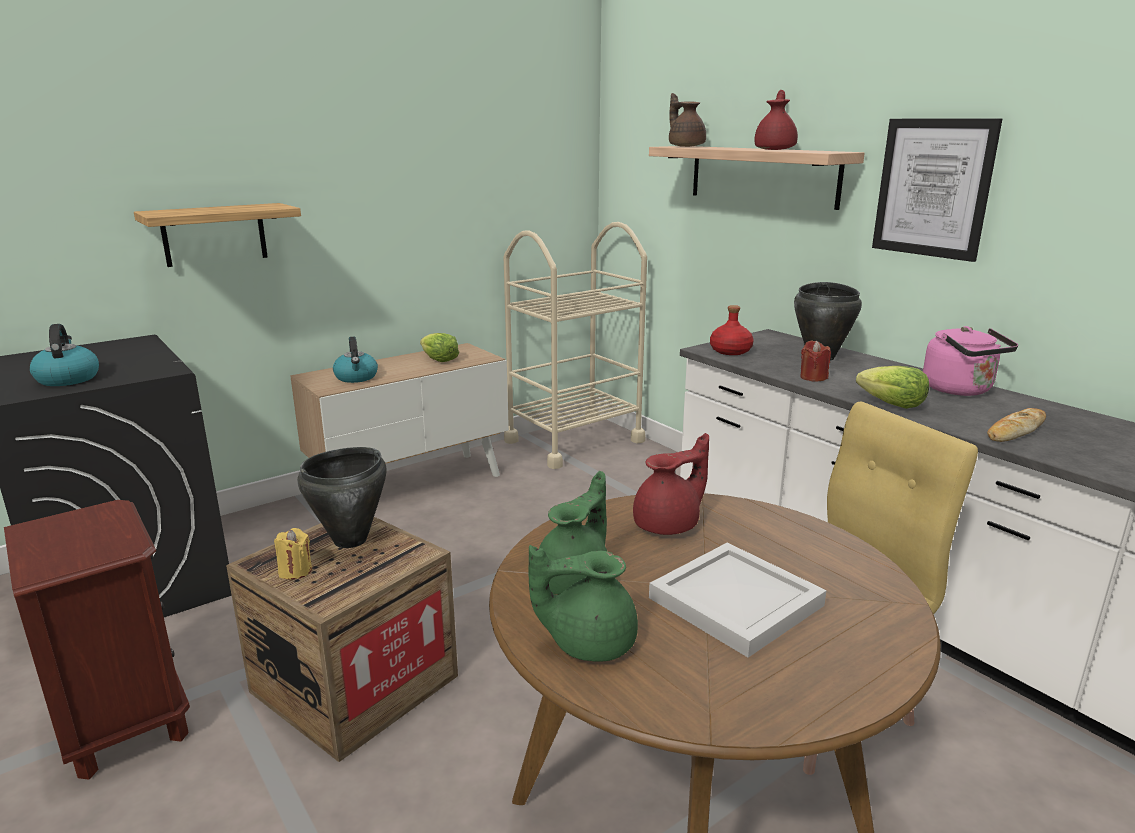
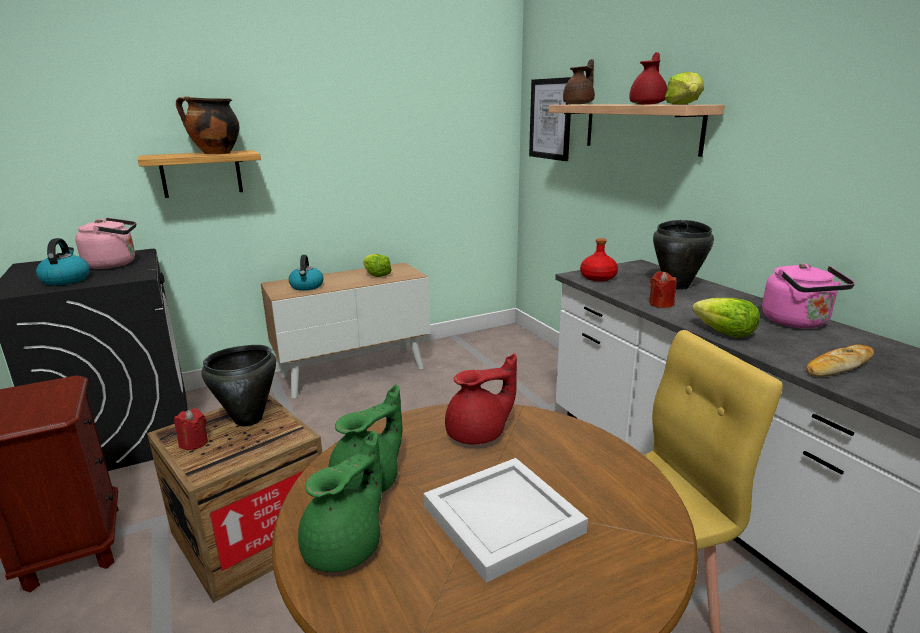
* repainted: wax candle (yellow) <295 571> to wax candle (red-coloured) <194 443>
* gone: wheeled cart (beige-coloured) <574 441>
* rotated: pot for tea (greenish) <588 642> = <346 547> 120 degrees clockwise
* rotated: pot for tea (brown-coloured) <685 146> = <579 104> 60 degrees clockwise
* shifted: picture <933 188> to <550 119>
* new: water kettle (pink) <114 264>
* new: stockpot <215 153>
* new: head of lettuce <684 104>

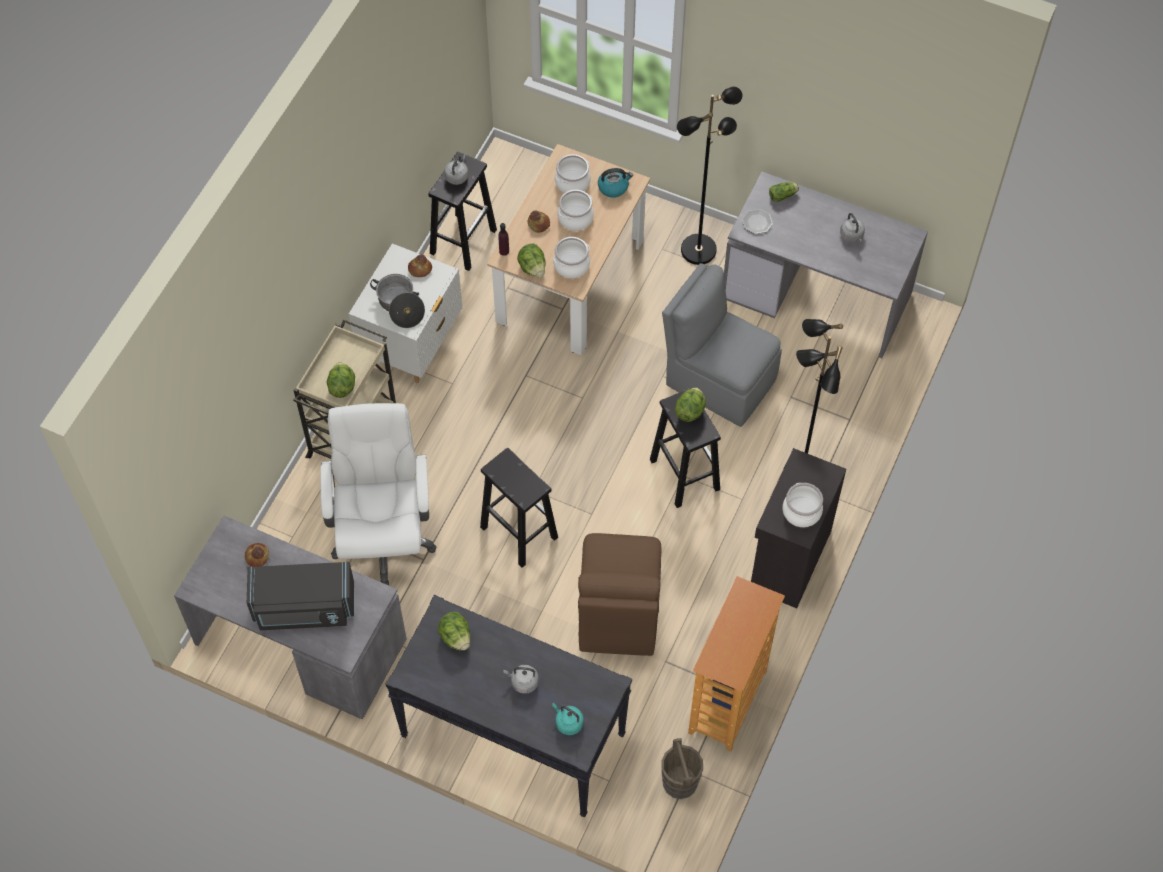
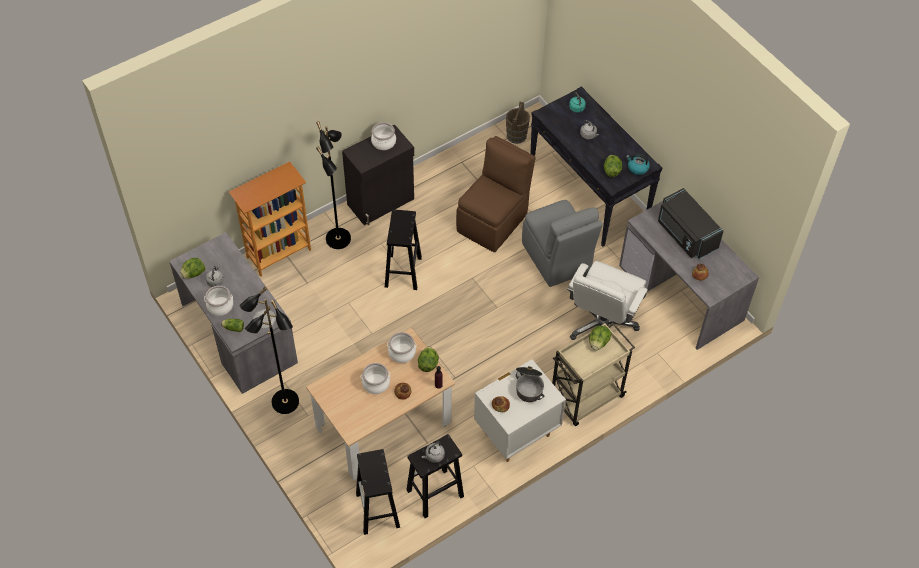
* rotated: microwave oven (black-coloured) <304 608> = <685 235> 150 degrees counterclockwise
* shifted: stool (black-coloured) <518 532> to <378 511>
* shifted: stockpot <572 182> to <220 306>
* shifted: water kettle <613 187> to <637 168>
* shifted: upright chair (greyish) <718 380> to <556 259>
* shifted: head of lettuce <690 410> to <193 274>
* shifted: shelving unit <728 703> to <278 253>

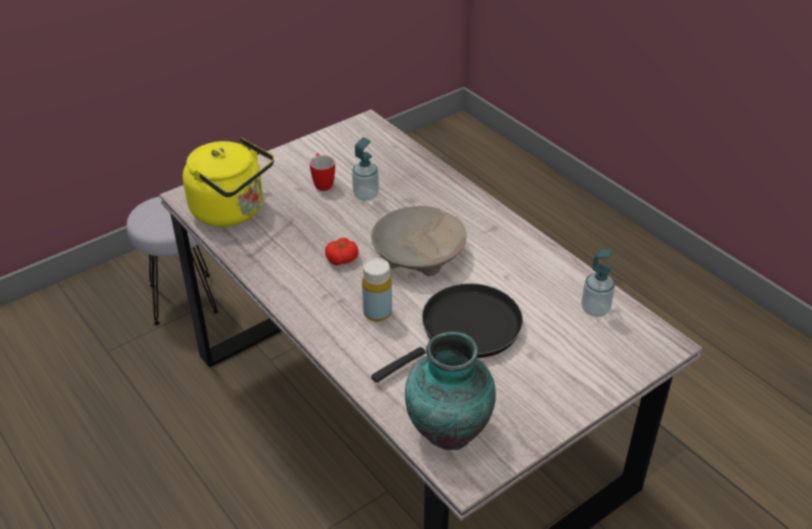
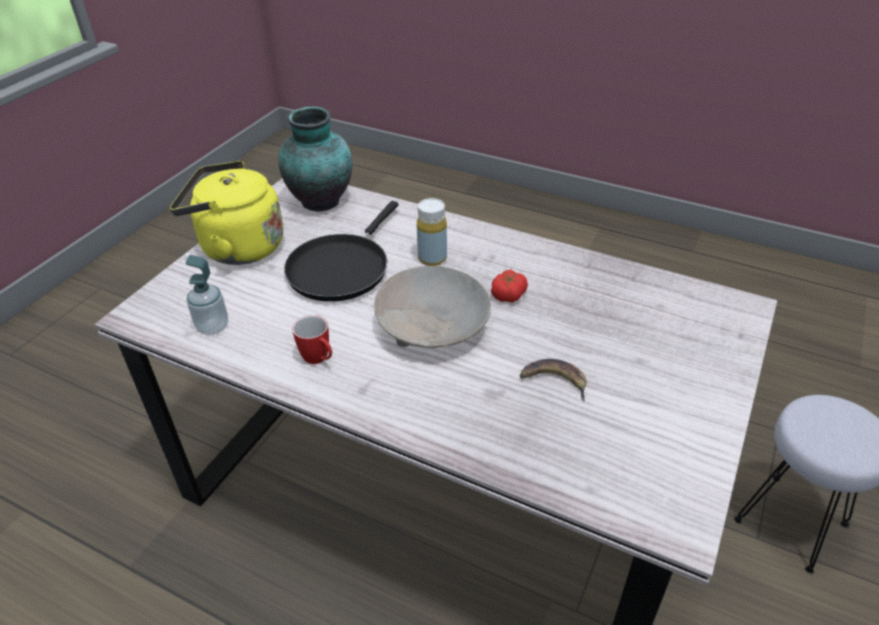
* shifted: water kettle (yellow) <232 211> to <237 247>
* shifted: mug <322 183> to <319 360>
* swapped: soap dispenser <366 195> to banana <553 381>

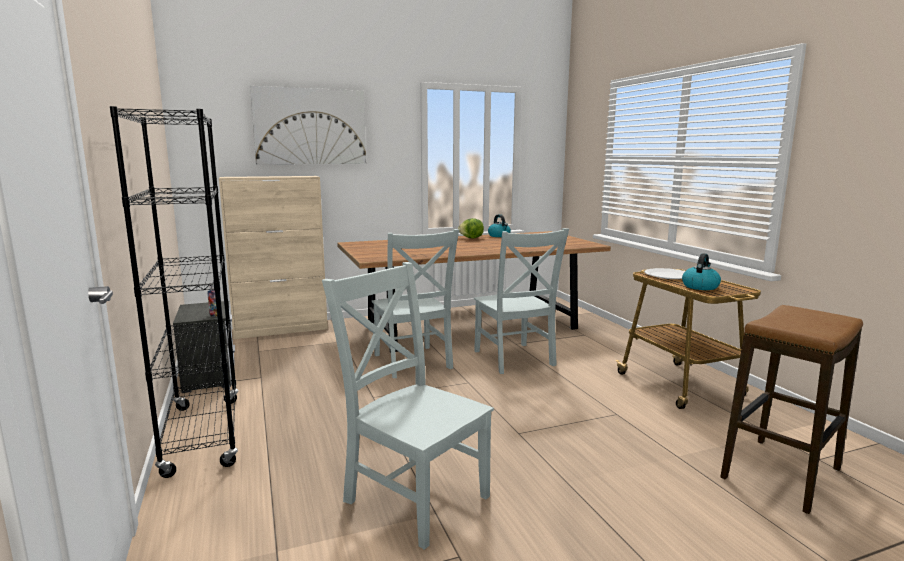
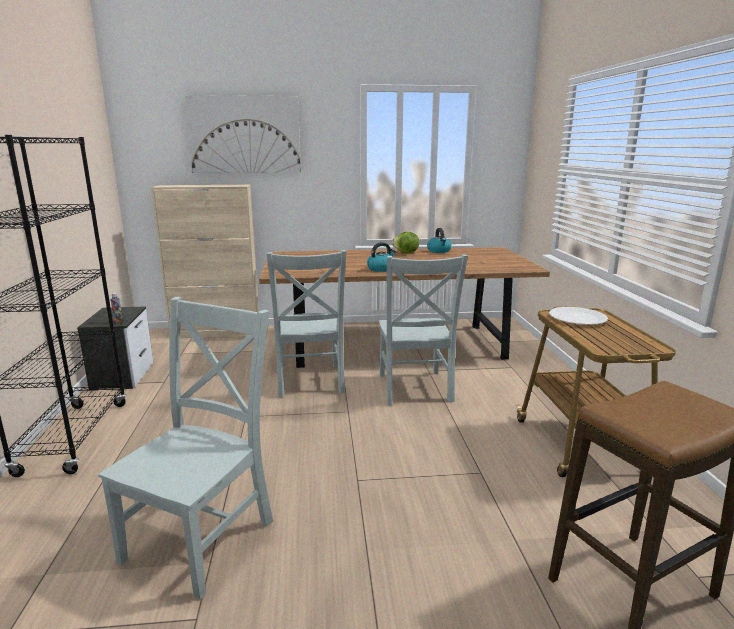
* rotated: upright chair (greyish) <413 495> = <204 536> 60 degrees clockwise
* shifted: water kettle <700 286> to <381 269>

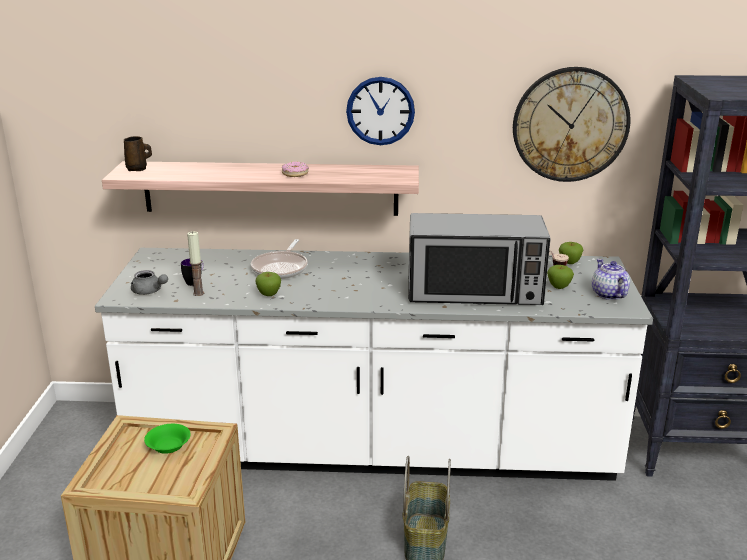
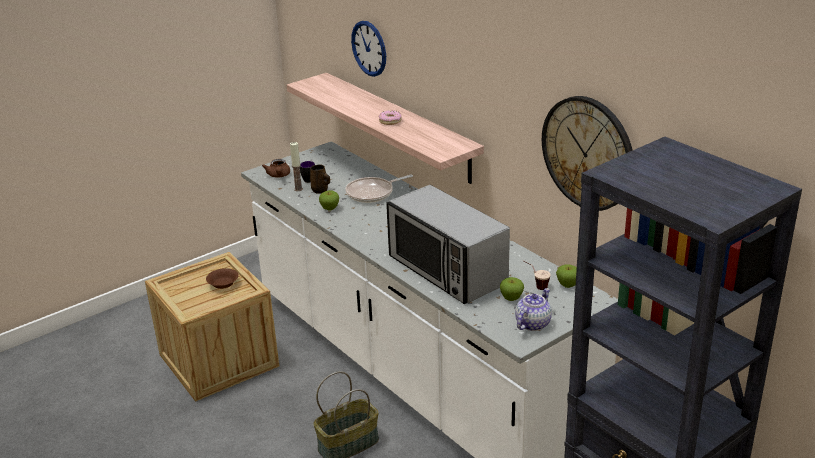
* shifted: mug (brown-coloured) <138 169> to <320 190>
* repainted: pot for tea (greyish) <149 292> to pot for tea (brown-coloured) <278 176>
* repainted: deep dish (greenish) <168 447> to deep dish (brown-coloured) <223 284>
* shifted: clock on the wall <380 111> to <369 48>

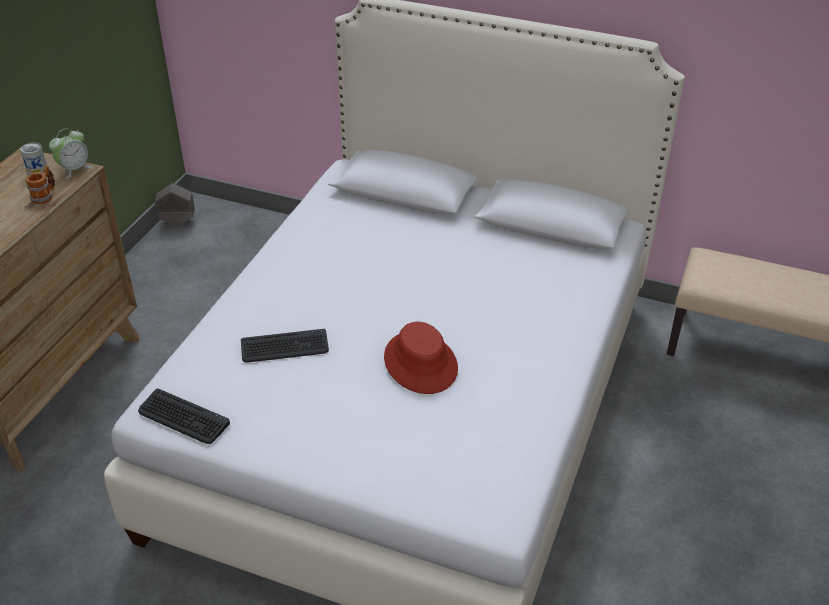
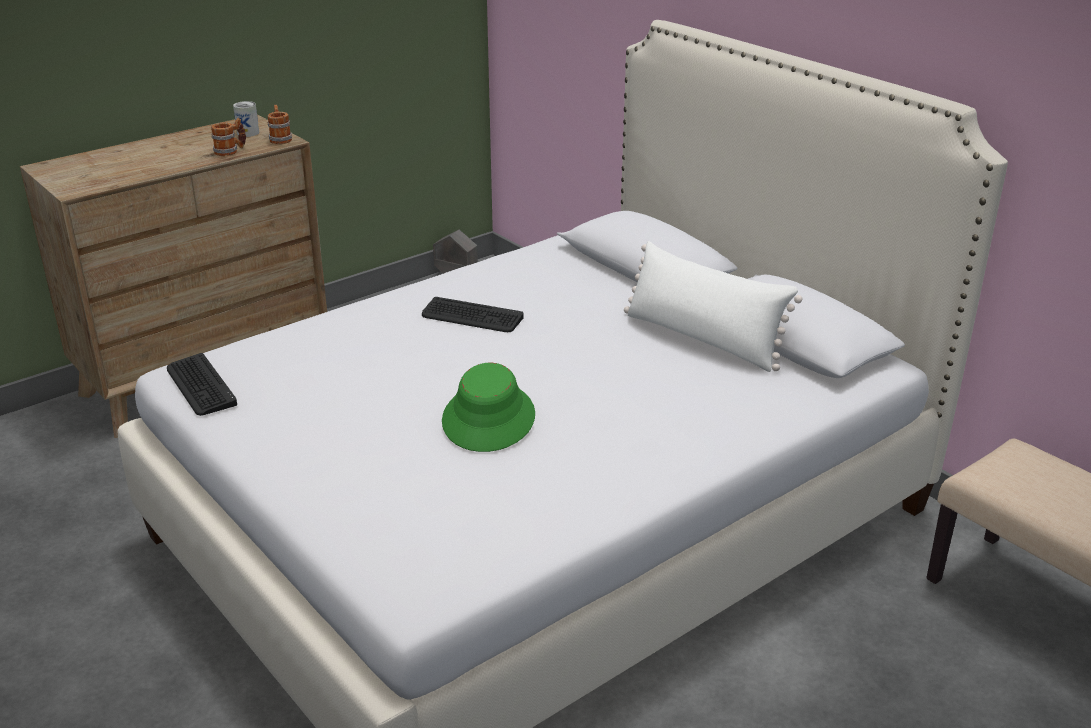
* swapped: bedside clock <74 169> to mug <280 139>
* shifted: PC keyboard <284 347> to <472 317>
* repainted: clothing hat (red-coloured) <421 363> to clothing hat (greenish) <489 419>
* new: cushion (white-coloured) <703 339>

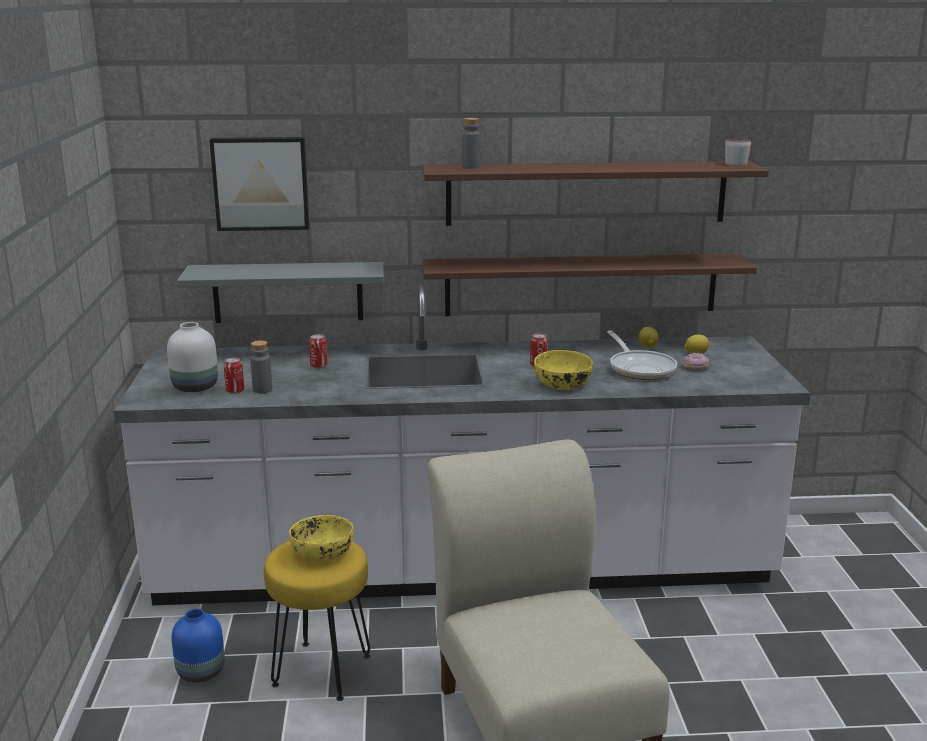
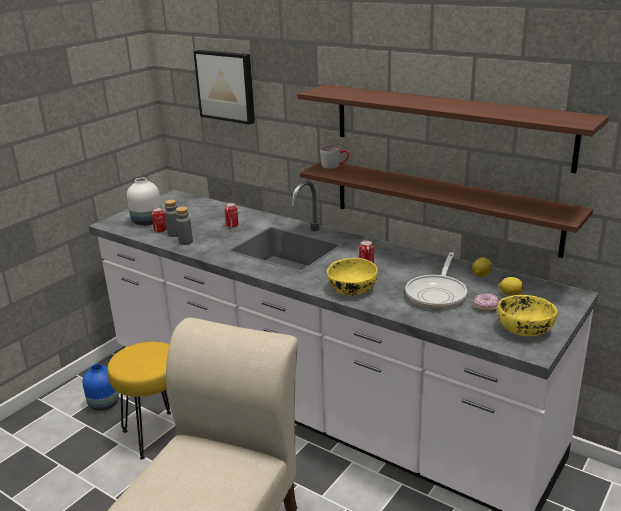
* gone: bracket shelf (greyish) <288 292>
* shifted: deep dish (yellow) <322 553> to <525 328>
* shifted: beverage bottle (greyish) <471 167> to <186 242>
* shifted: mug (greyish) <739 163> to <334 165>

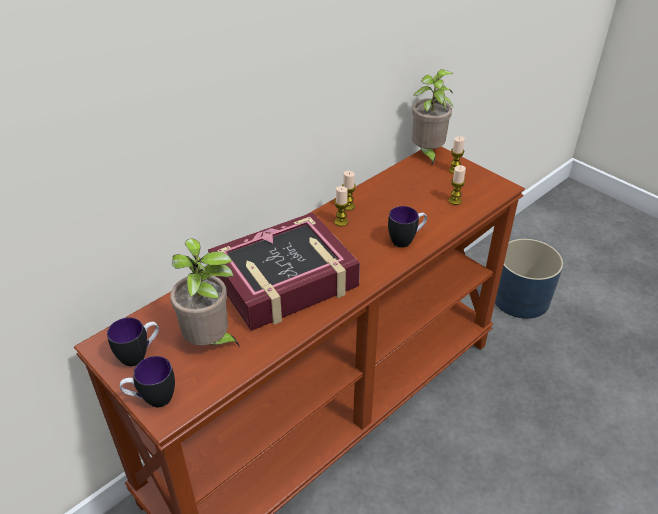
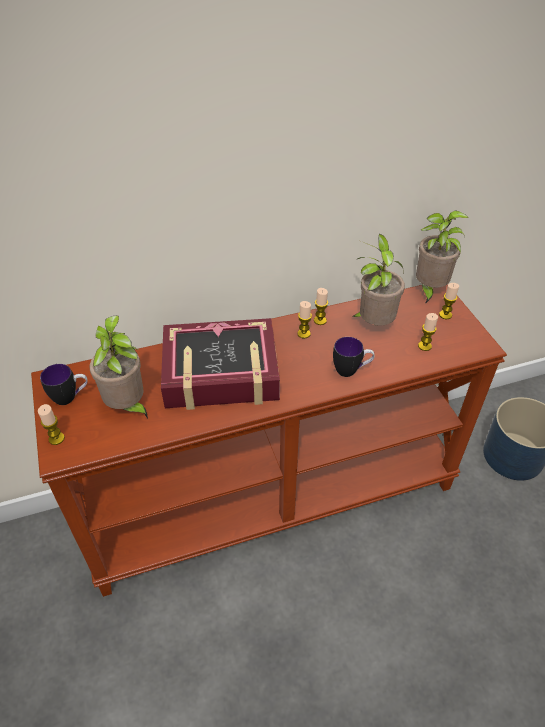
* swapped: mug <152 399> to wax candle <56 438>
* new: potted plant <373 324>

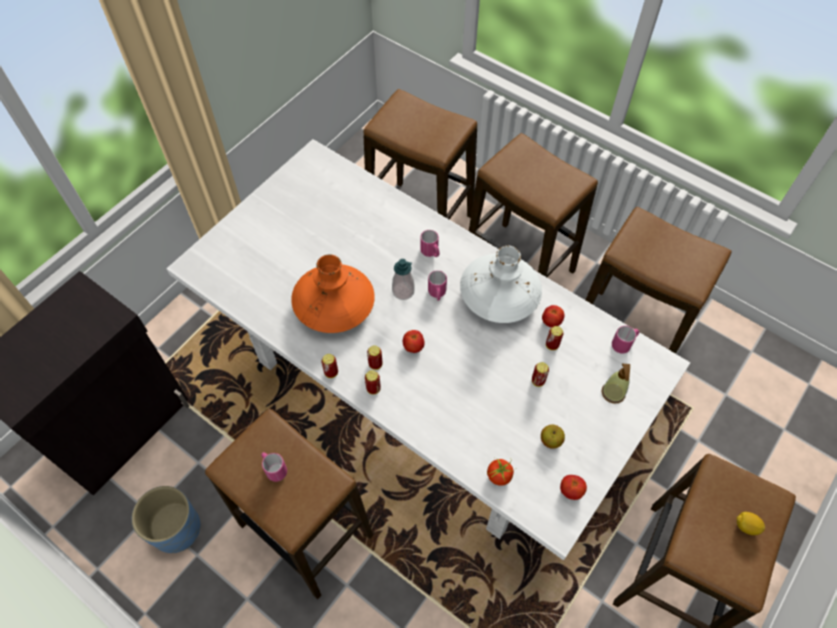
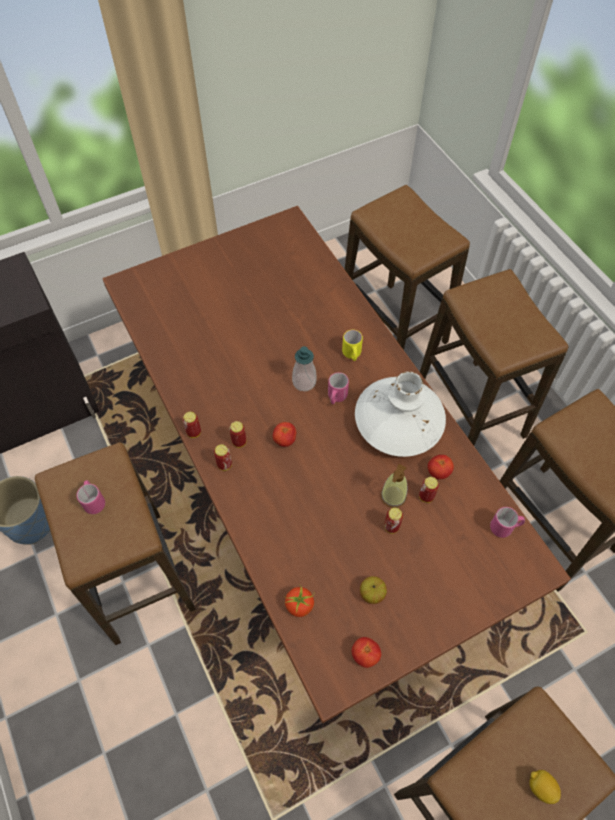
* repainted: dining table (white-coloured) <420 392> to dining table (brown-coloured) <309 493>
* gone: decorative vase (orange) <334 305>
* repainted: mug (pink) <431 252> to mug (yellow) <352 355>
* shifted: soap dispenser <613 393> to <393 496>

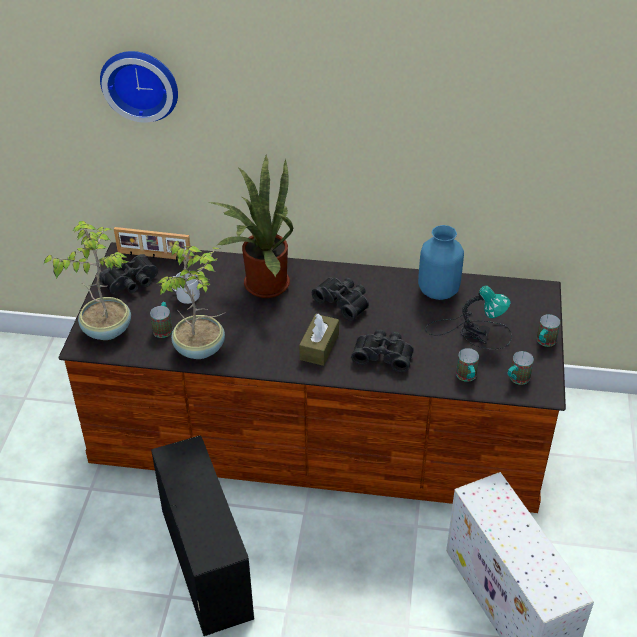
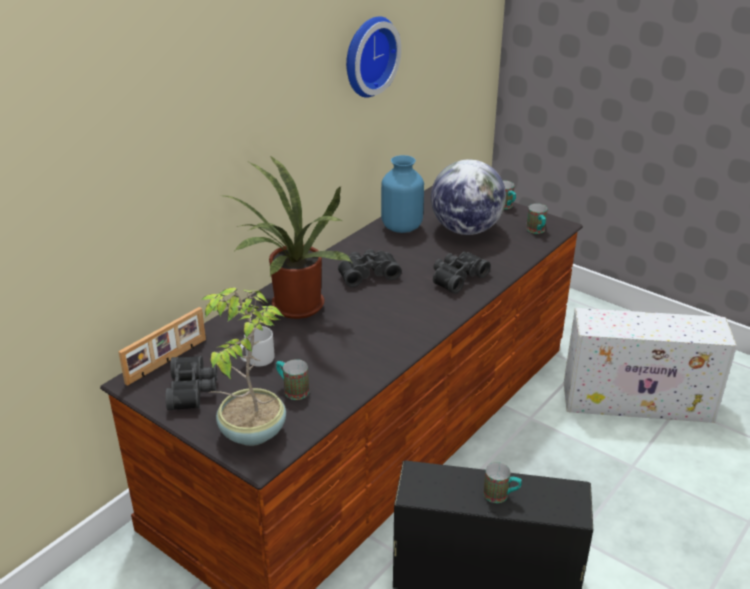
* shifted: clock on the wall <141 83> to <367 56>
* gone: potted plant <201 349>
* gone: tissue box (brown-coloured) <319 347>
* swapped: tabletop lamp <472 331> to world globe <465 230>
* shifted: mug <467 377> to <501 495>

